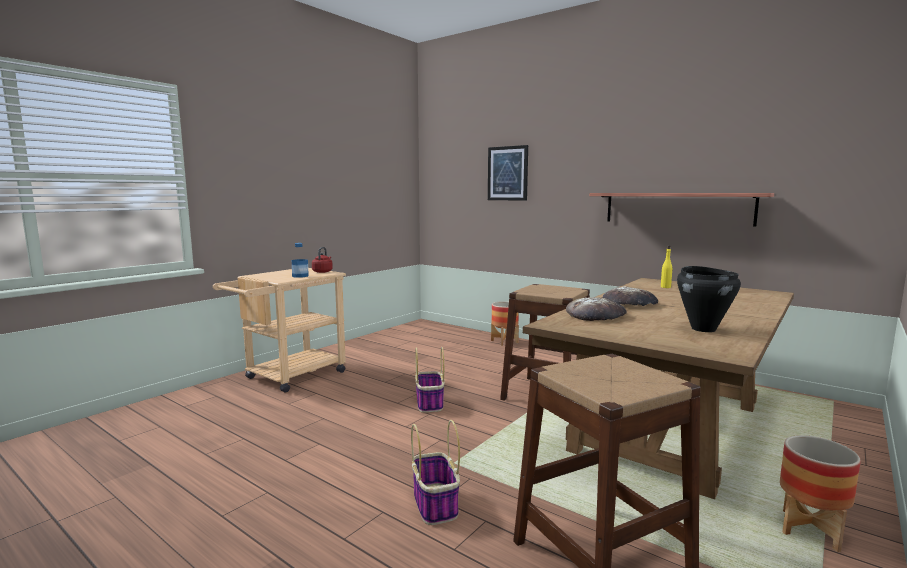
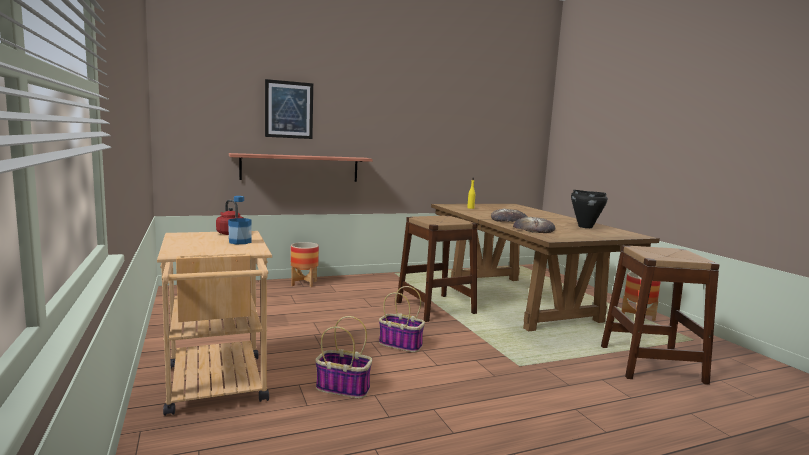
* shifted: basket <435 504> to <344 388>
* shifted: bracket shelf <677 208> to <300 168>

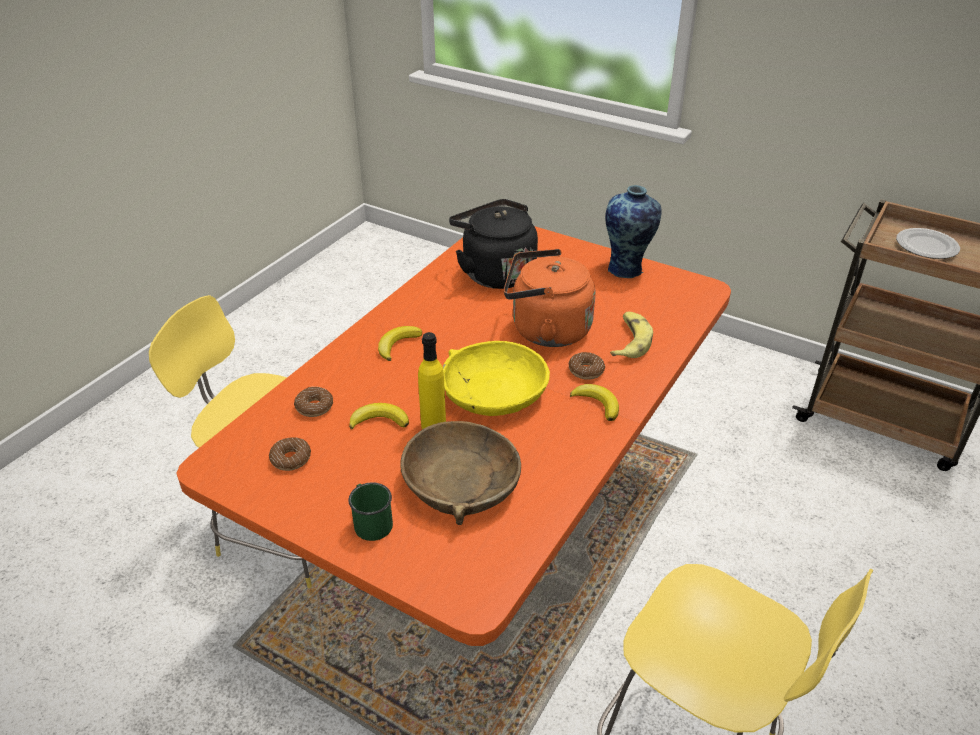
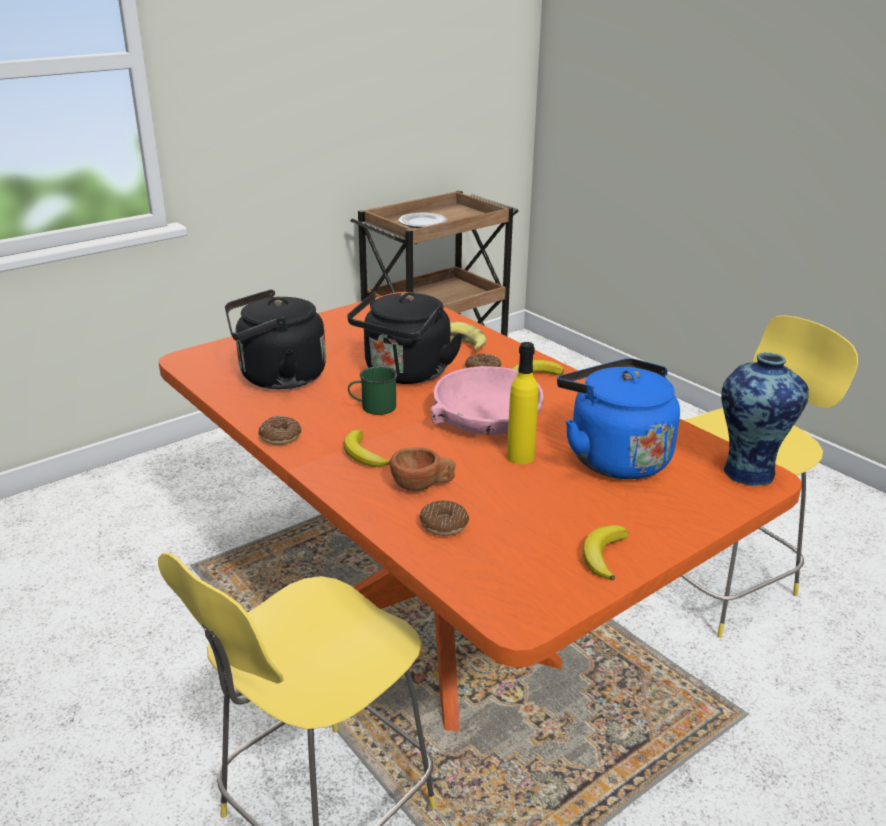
* shifted: doughnut <291 459> to <280 437>
* shifted: banana <379 420> to <603 555>
* shifted: mug (greenish) <371 522> to <373 407>
* swapped: deep dish (brown-coloured) <461 483> to water kettle (blue) <613 457>
* repainted: deep dish (yellow) <493 392> to deep dish (pink) <487 417>
* repainted: water kettle (orange) <545 330> to water kettle (black-coloured) <405 374>
* shifted: decorative vase <627 269> to <749 471>
* new: drinking cup (brown-coloured) <422 486>

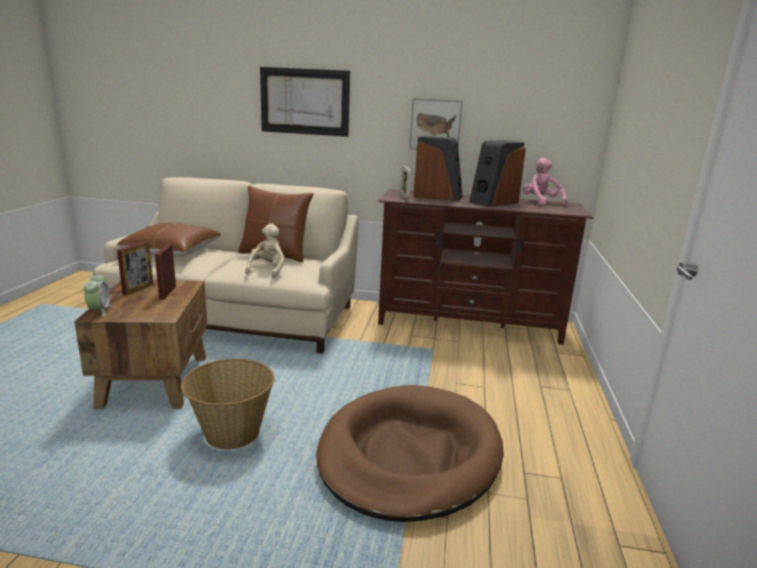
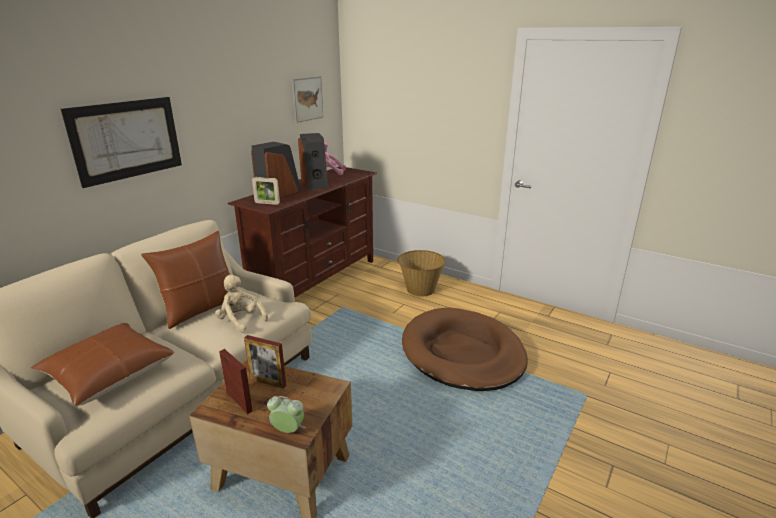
* shifted: basket <231 433> to <420 289>
* shifted: picture <435 125> to <307 99>

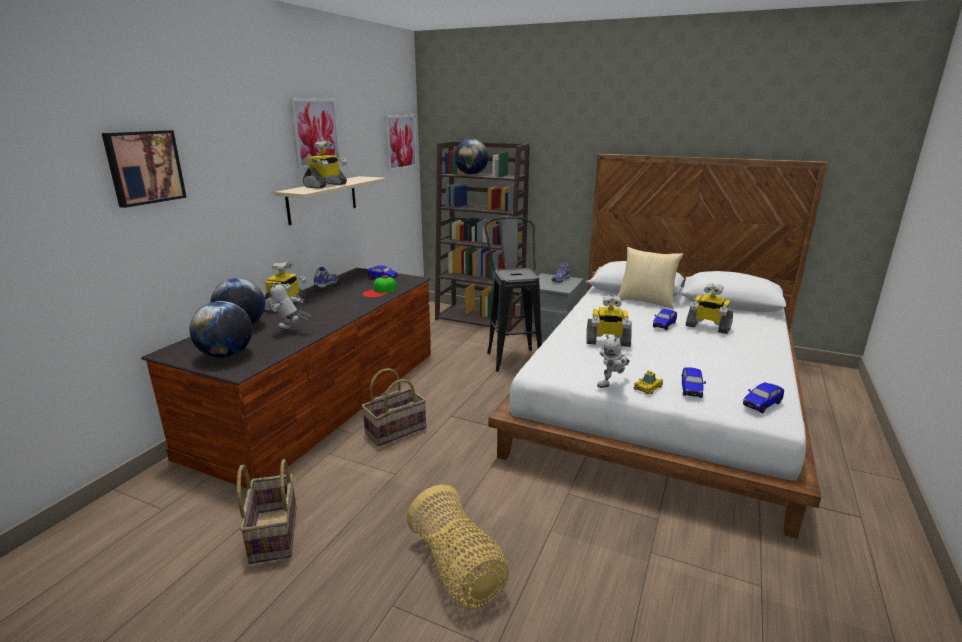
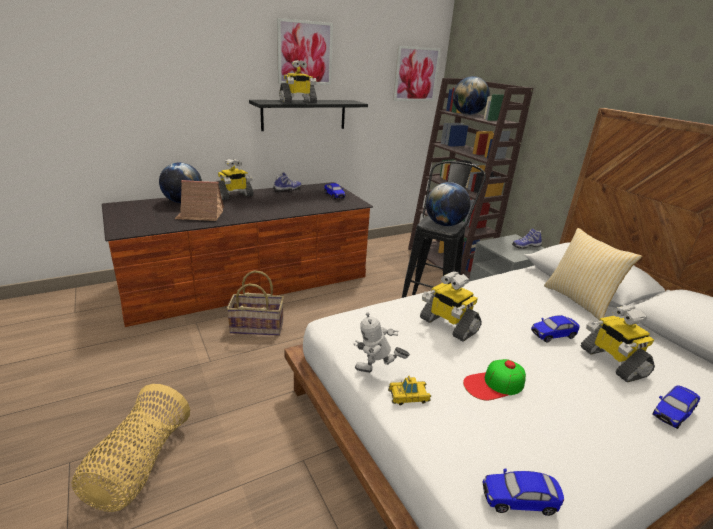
* gone: picture <144 167>
* shifted: world globe <226 355> to <444 224>
* gone: basket <272 534>
* swapped: model robot <291 331> to toy house <200 215>
* repainted: bracket shelf (beige-coloured) <322 199> to bracket shelf (black-coloured) <304 115>
* shifted: peaked cap <380 291> to <494 384>
* shifted: toy car <691 389> to <672 413>

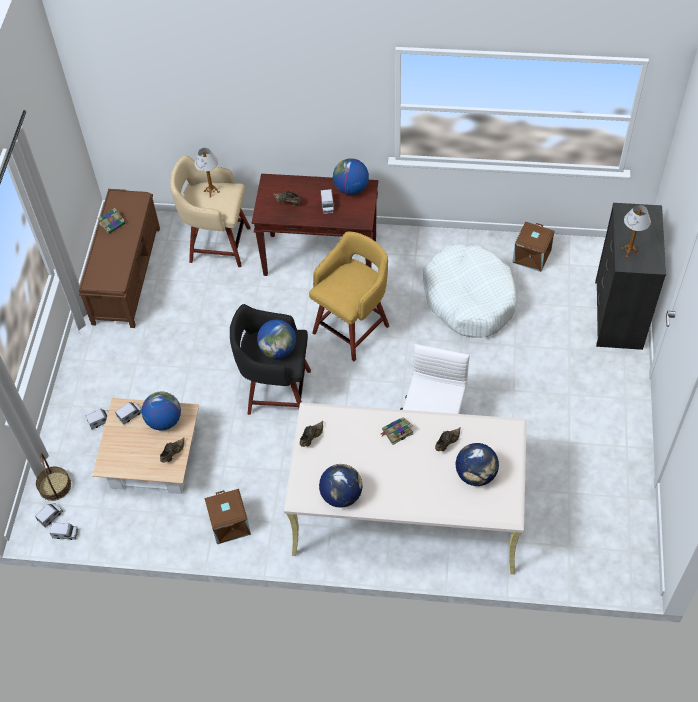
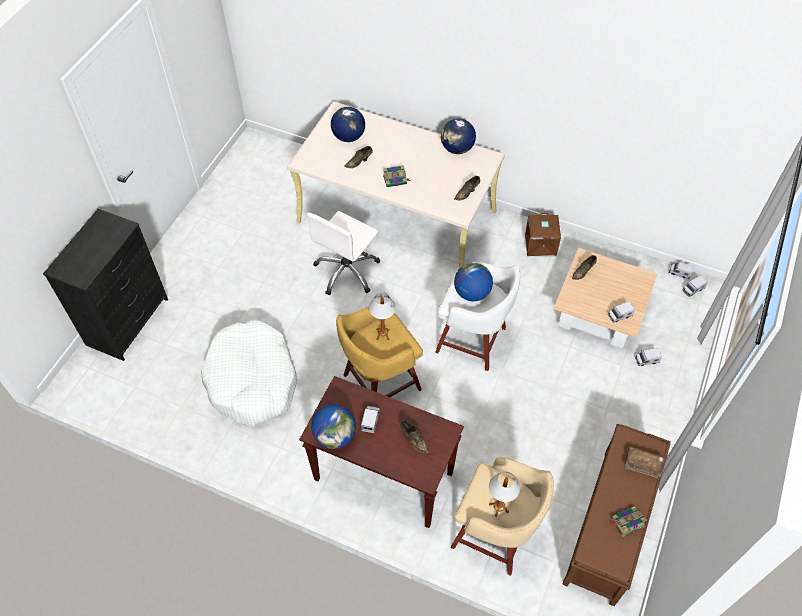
* gone: basket <55 486>
* gone: world globe <164 420>
* repainted: stool (black-coloured) <276 391> to stool (white-coloured) <473 341>
* gone: storage bin (brown-coloured) <532 256>
* shifted: tabletop lamp <629 251> to <382 334>
* new: book (brown-coloured) <642 464>

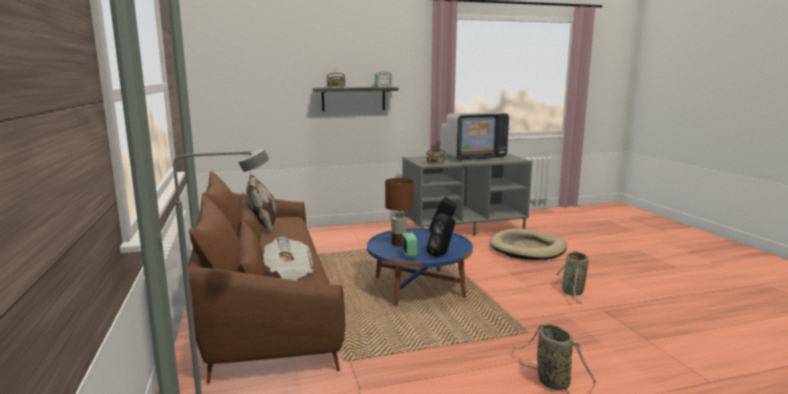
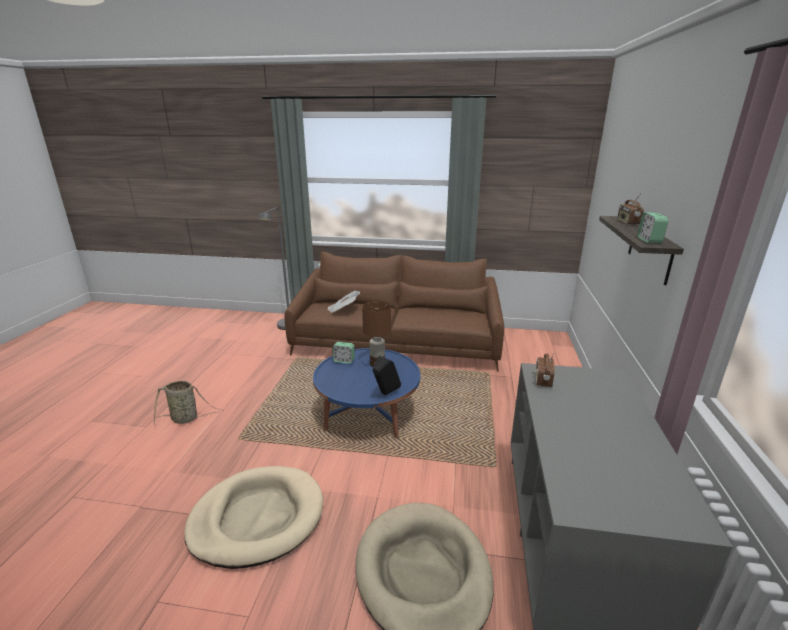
* gone: cushion <263 227>
* gone: speaker (black-coloured) <442 255>
* gone: television <473 158>
* swapped: basket <572 293> to dog bed (beige-coloured) <257 518>

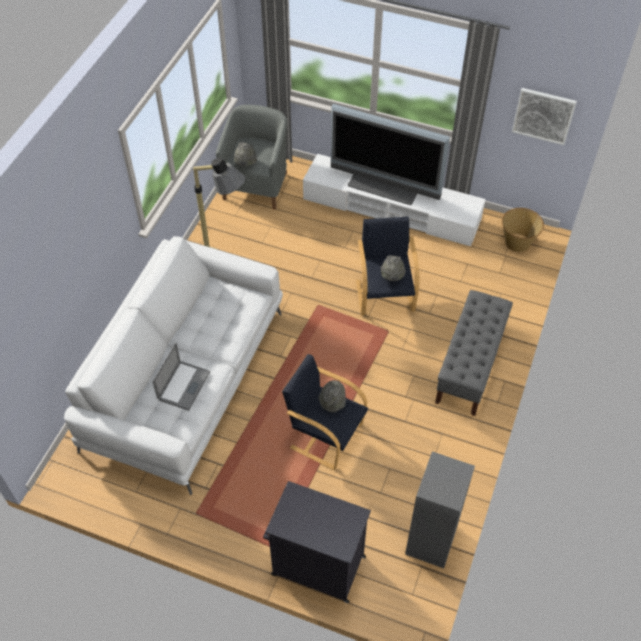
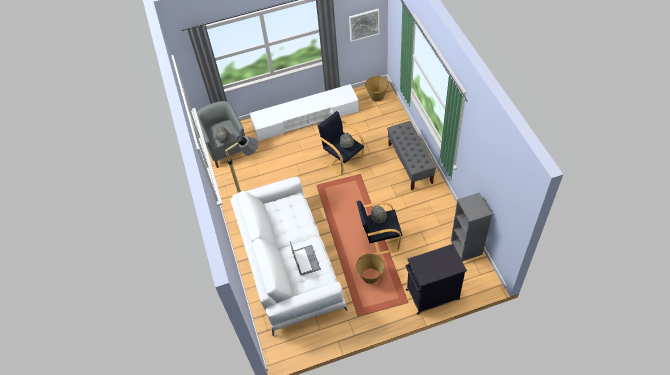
* gone: television <384 186>
* new: basket <370 276>

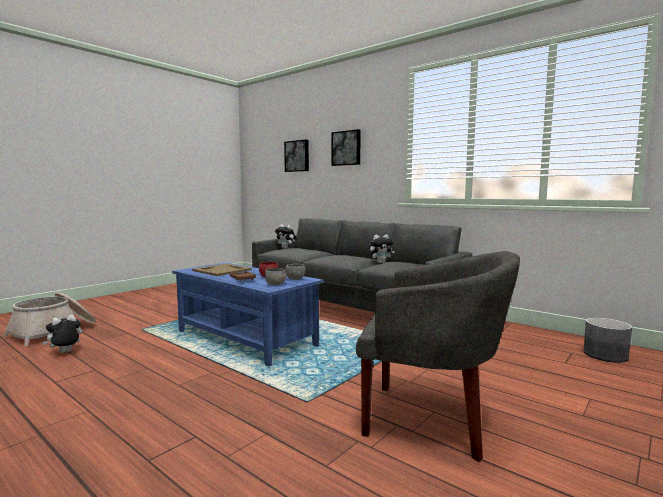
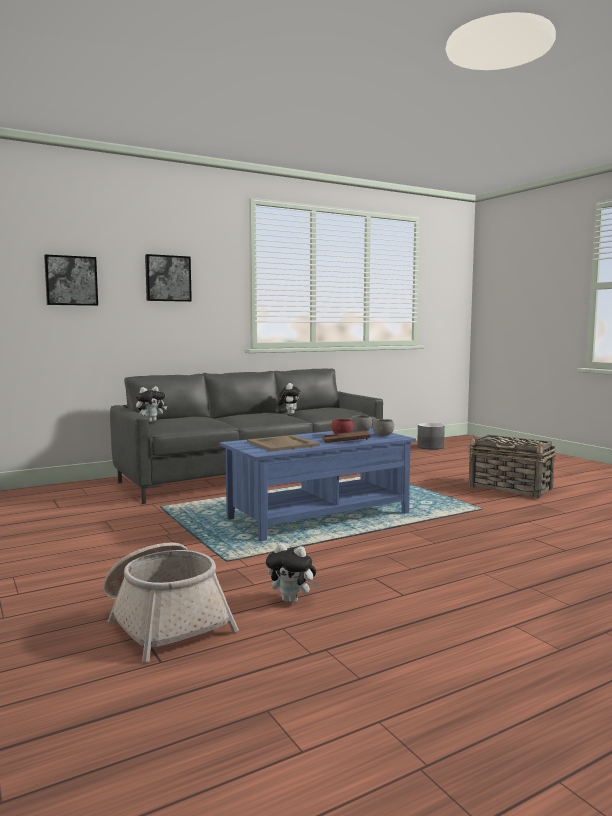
* rotated: plush toy <65 352> = <292 600> 45 degrees counterclockwise
* swapped: armchair (greyish) <431 418> to basket <511 488>

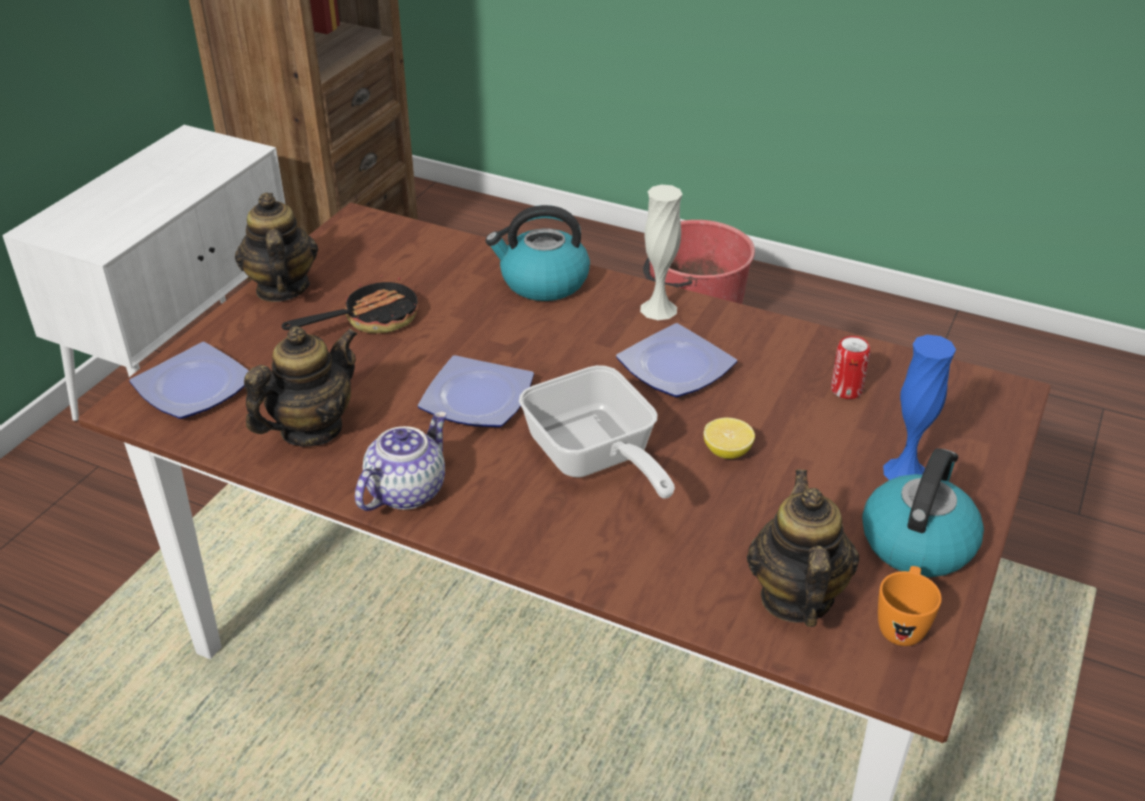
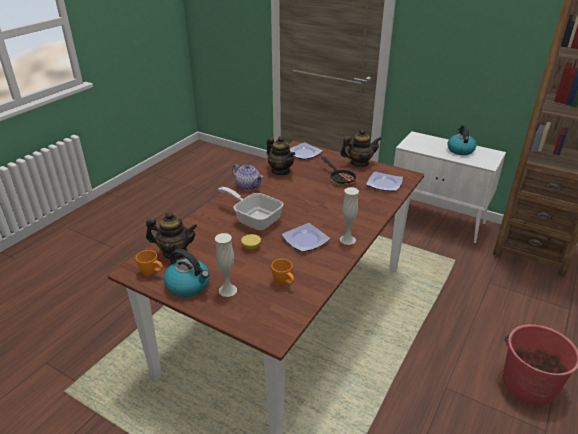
* shifted: flat dish <479 398> to <384 184>
* shifted: water kettle <543 282> to <460 150>
* rotated: frying pan <594 459> = <254 219> 60 degrees clockwise
* swapped: metal can <846 390> to mug (orange) <284 283>
* repainted: decorative vase (blue) <905 472> to decorative vase (white-coloured) <227 290>

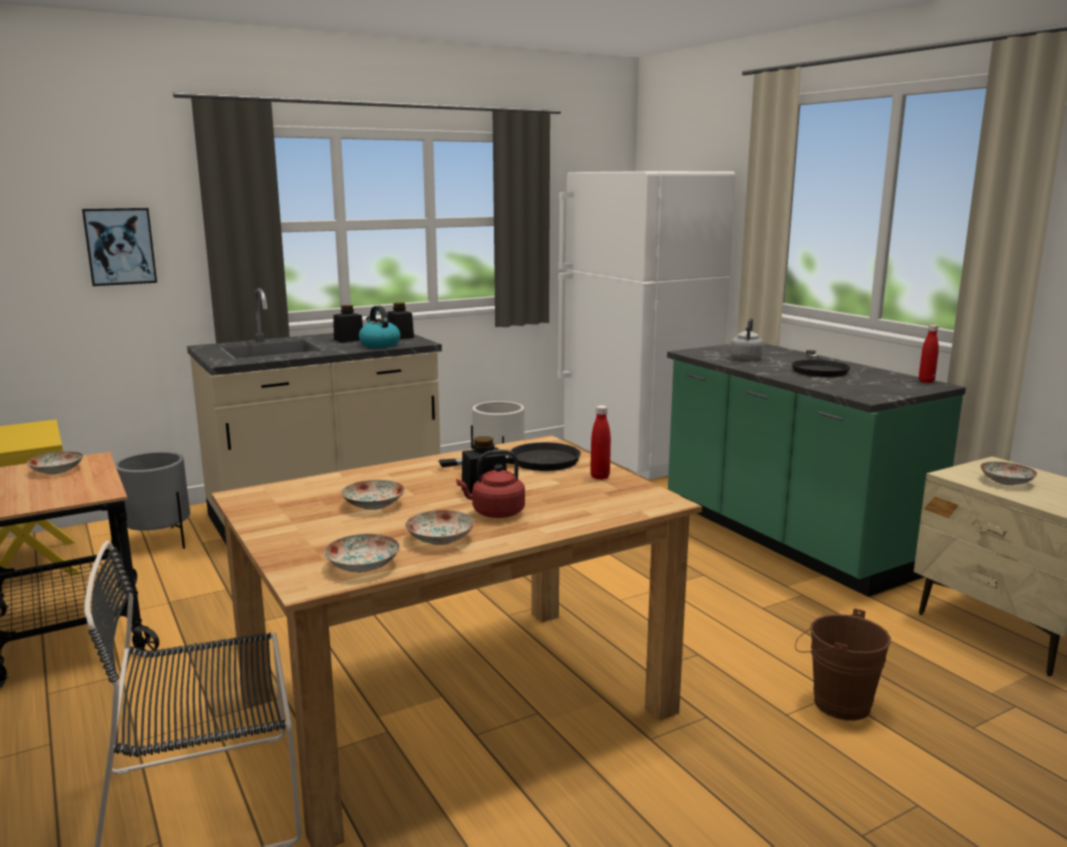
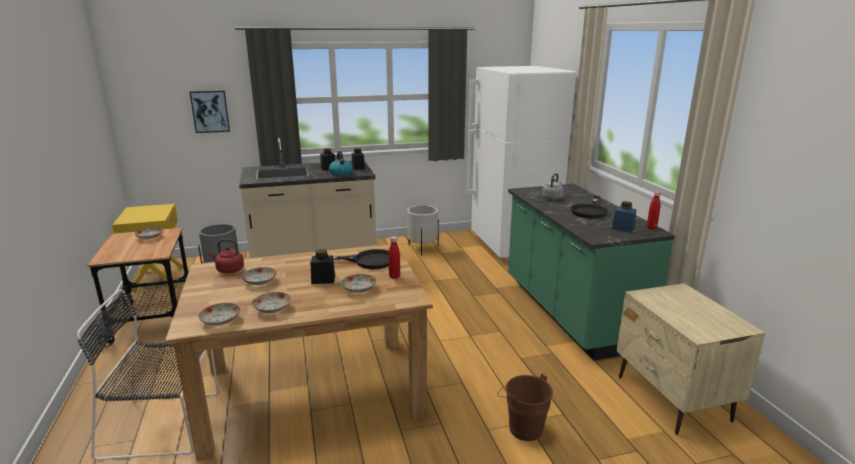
* shifted: water kettle (red-coloured) <495 513> to <229 270>
* shifted: flat dish <1007 482> to <359 289>
* new: jar (blue) <623 228>

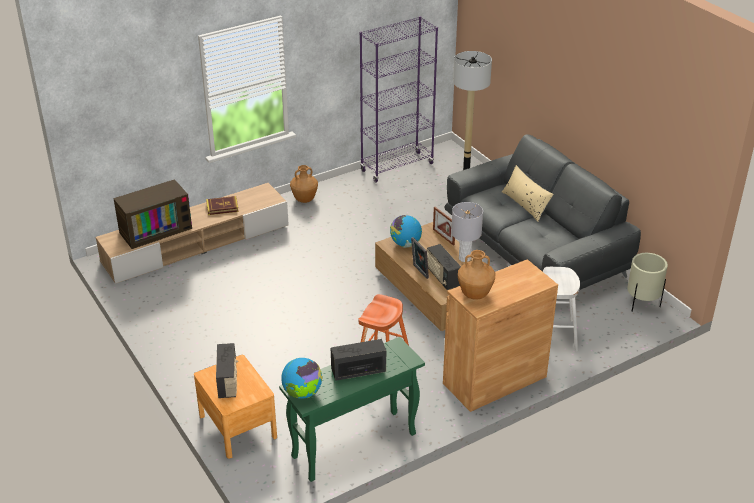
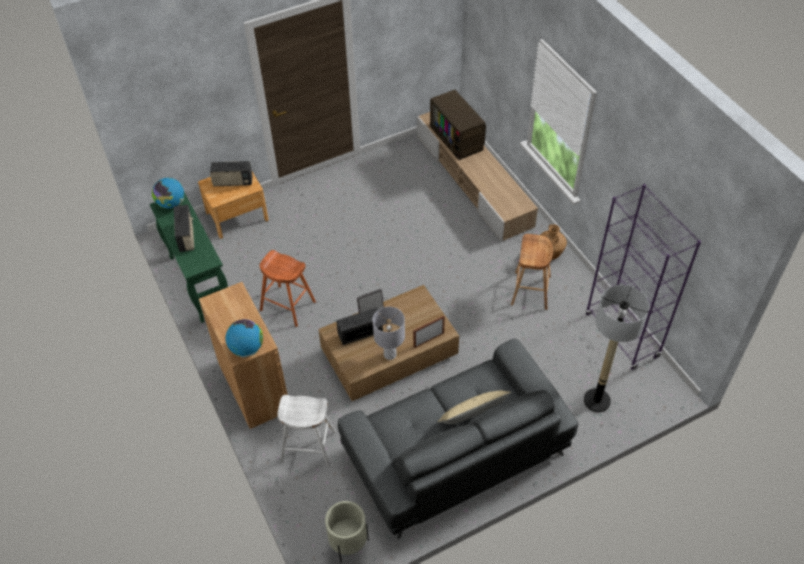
* gone: book <222 207>
* shifted: world globe <405 244> to <247 348>
* gone: decorative vase (brown-coloured) <474 295>
* new: stool (brown-coloured) <530 290>

